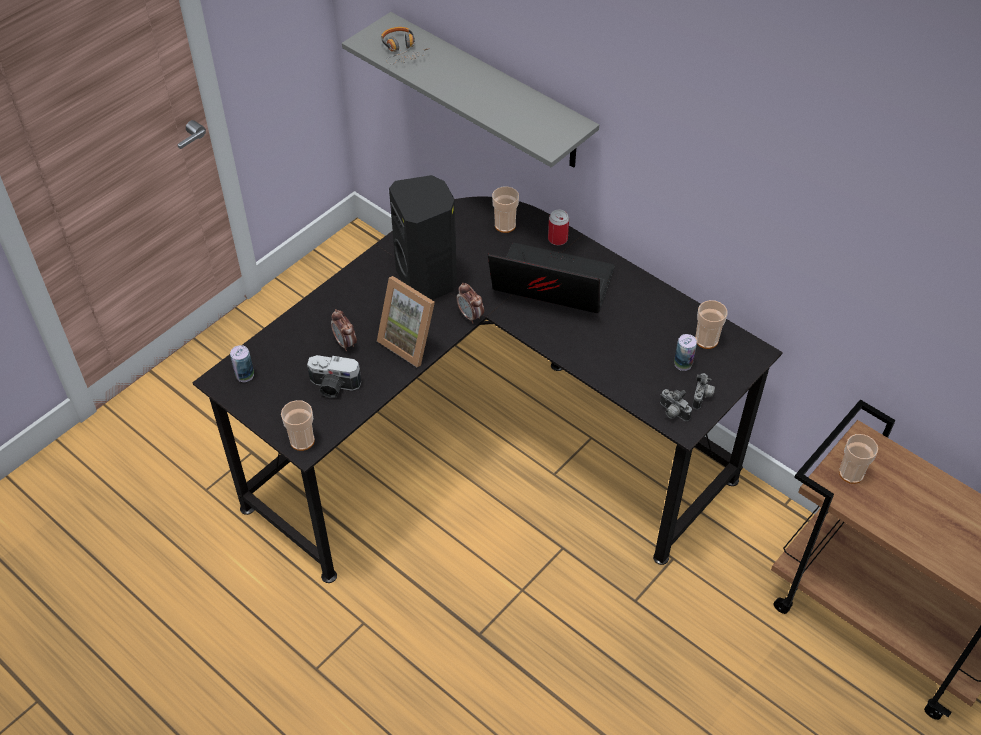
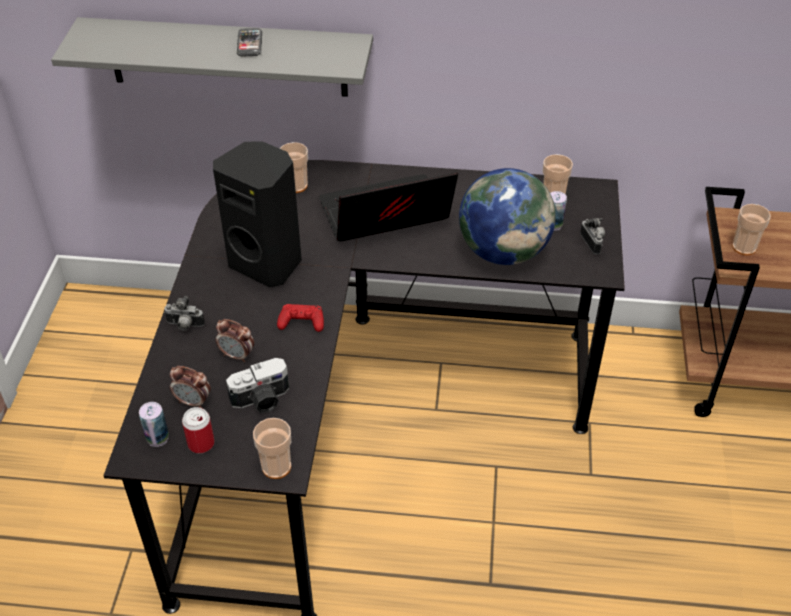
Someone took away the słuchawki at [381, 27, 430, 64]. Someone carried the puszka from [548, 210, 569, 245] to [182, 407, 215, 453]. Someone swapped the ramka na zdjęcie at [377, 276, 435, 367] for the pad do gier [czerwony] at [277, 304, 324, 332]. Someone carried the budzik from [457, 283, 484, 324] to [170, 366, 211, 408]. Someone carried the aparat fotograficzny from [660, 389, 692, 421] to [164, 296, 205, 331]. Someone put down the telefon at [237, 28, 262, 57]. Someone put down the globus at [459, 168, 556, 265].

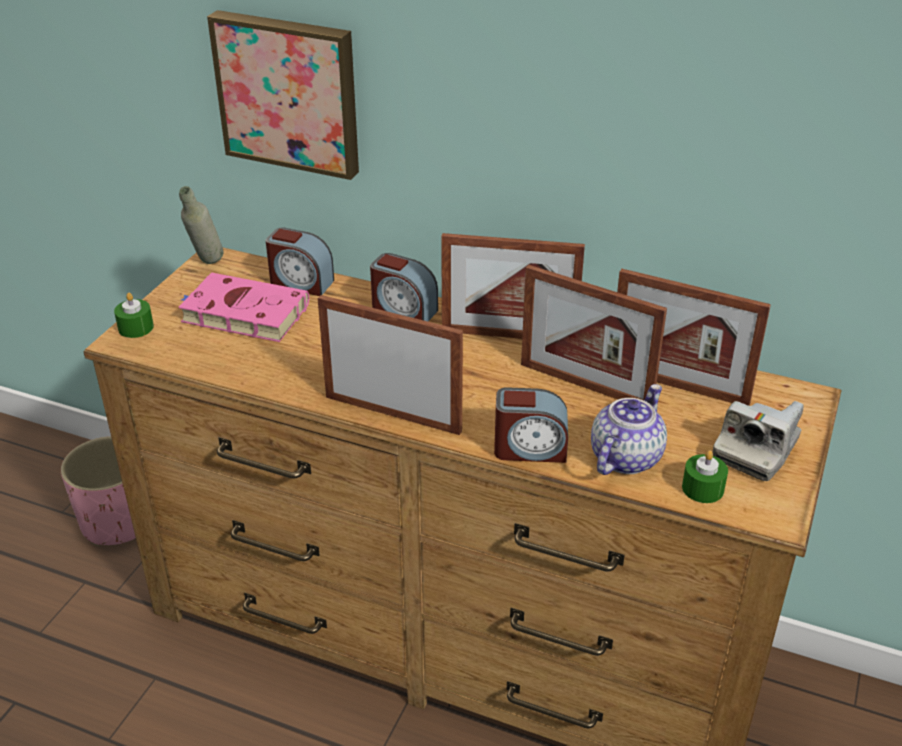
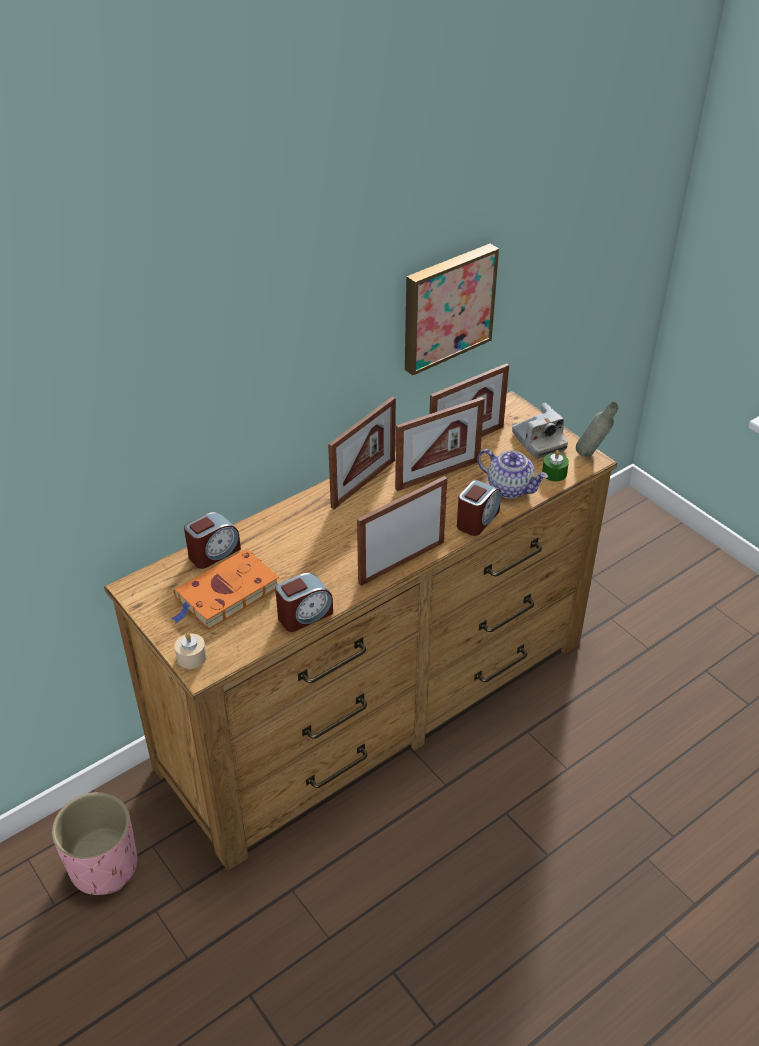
Someone carried the obraz from [207, 10, 359, 180] to [405, 244, 499, 376]. Someone carried the butelka [szary] from [179, 186, 224, 264] to [576, 402, 618, 457]. Someone carried the budzik from [370, 253, 438, 321] to [275, 573, 333, 632]. Someone repainted the książka [różowy] at [179, 272, 309, 342], which became the książka [pomarańczowy] at [171, 549, 279, 630]. Someone repainted the świeca [zielony] at [114, 293, 154, 338], which became the świeca [beżowy] at [174, 633, 207, 669]. Someone rotated the imbryk at [591, 384, 667, 475] by 150 degrees clockwise.

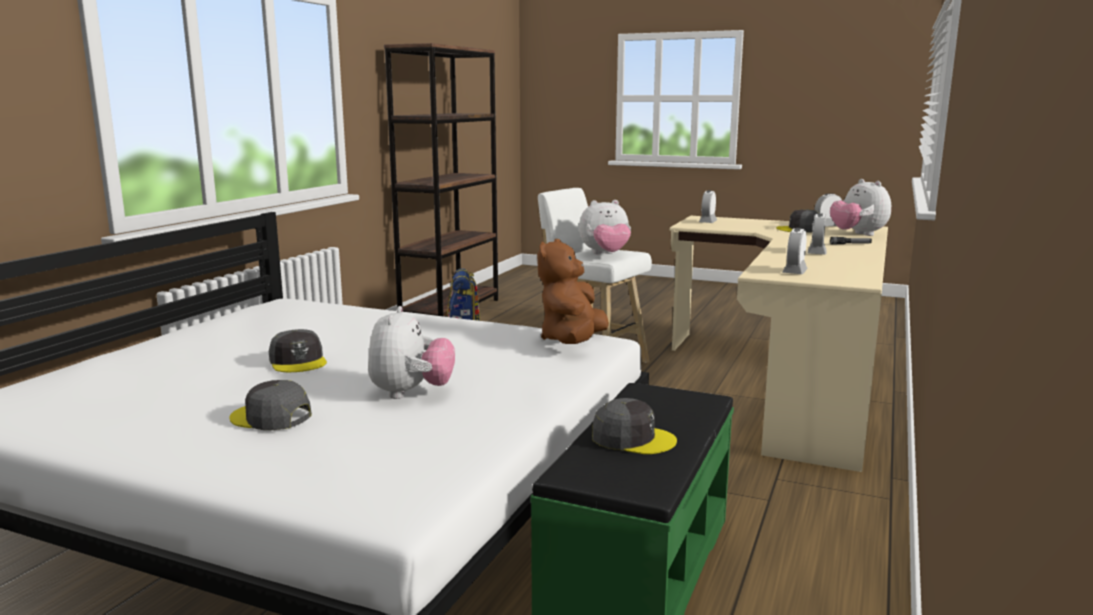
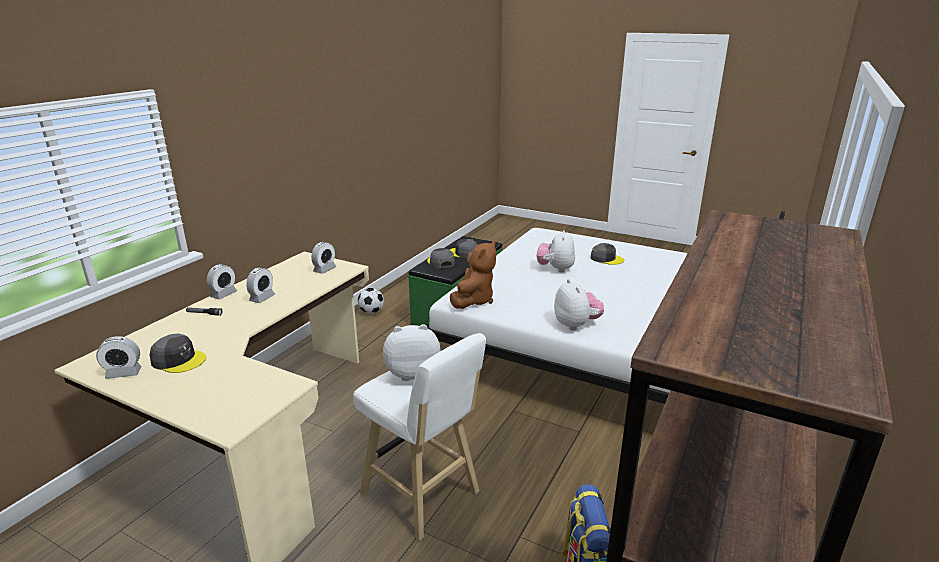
Someone carried the pluszak from [830, 179, 891, 236] to [554, 279, 604, 331]. Someone carried the budzik from [699, 190, 717, 223] to [206, 264, 237, 300]. Someone carried the czapka z daszkiem [szary] from [269, 329, 327, 372] to [427, 248, 455, 269]. Someone put down the piłka futbolowa at [358, 288, 384, 314].

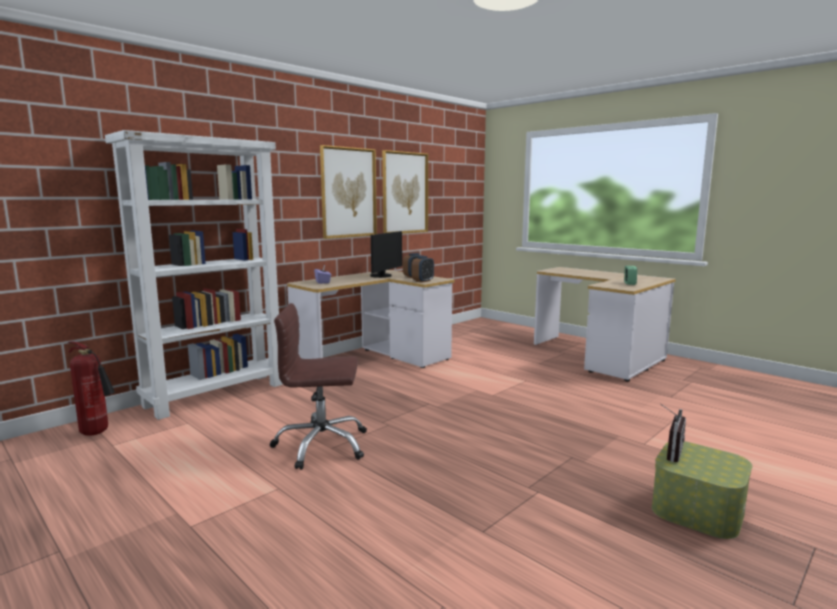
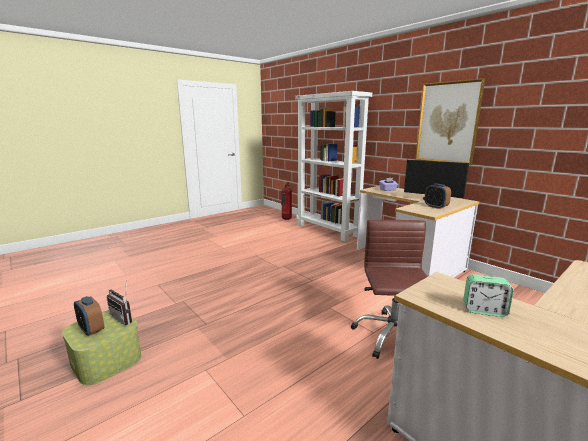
Someone took away the obraz at [382, 150, 428, 234]. Someone carried the budzik from [412, 256, 434, 283] to [74, 296, 104, 336]. Someone carried the krzesło biurowe [brązowy] from [269, 303, 367, 470] to [351, 220, 428, 359].

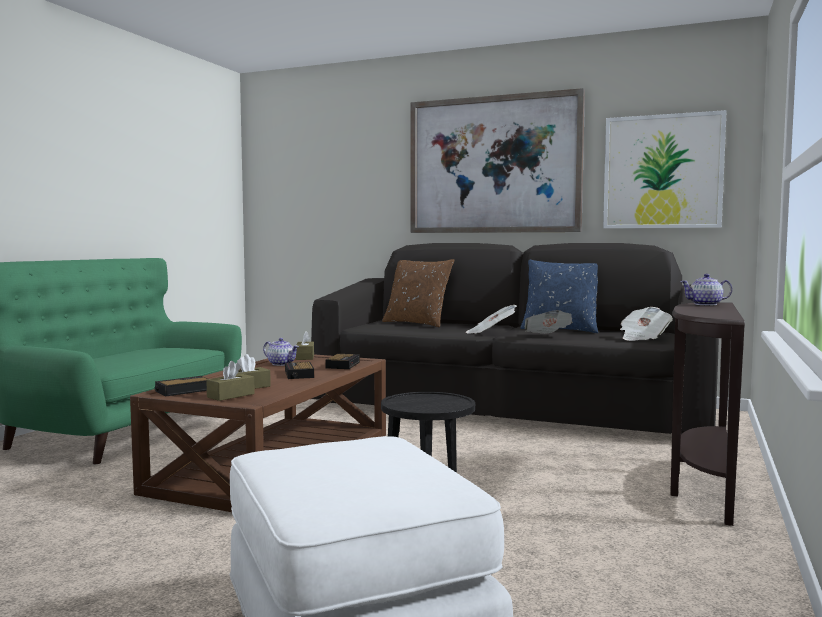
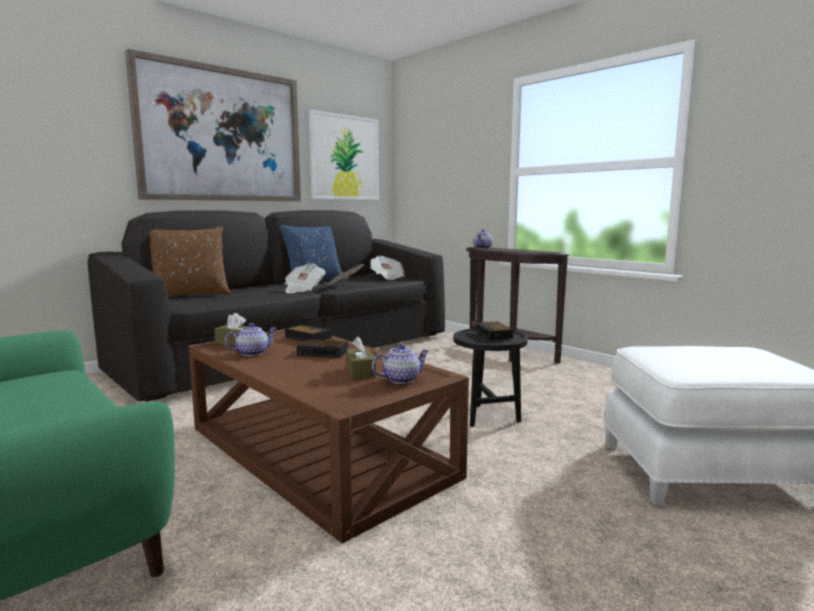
Someone swapped the pudełko chusteczek [brązowy] at [206, 361, 255, 401] for the imbryk at [372, 344, 430, 384]. Someone carried the budzik from [155, 376, 208, 396] to [475, 322, 513, 340].

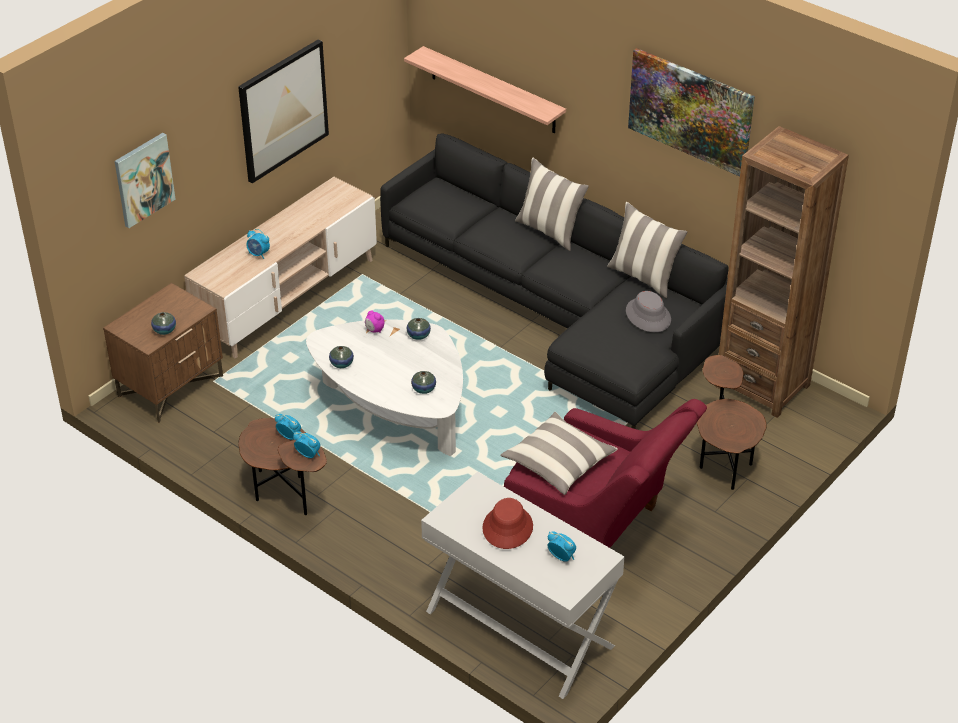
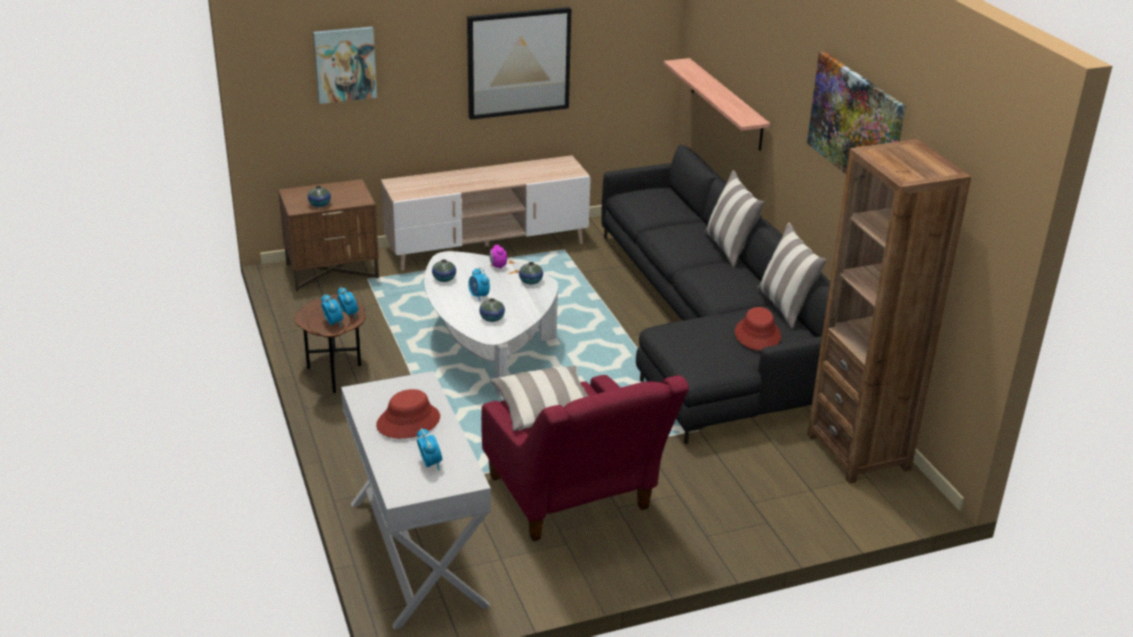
Someone carried the budzik from [246, 229, 270, 259] to [468, 268, 490, 301]. Someone repainted the kapelusz [szary] at [626, 291, 671, 332], which became the kapelusz [czerwony] at [735, 307, 781, 350]. Someone took away the stolik [brązowy] at [697, 355, 766, 490].

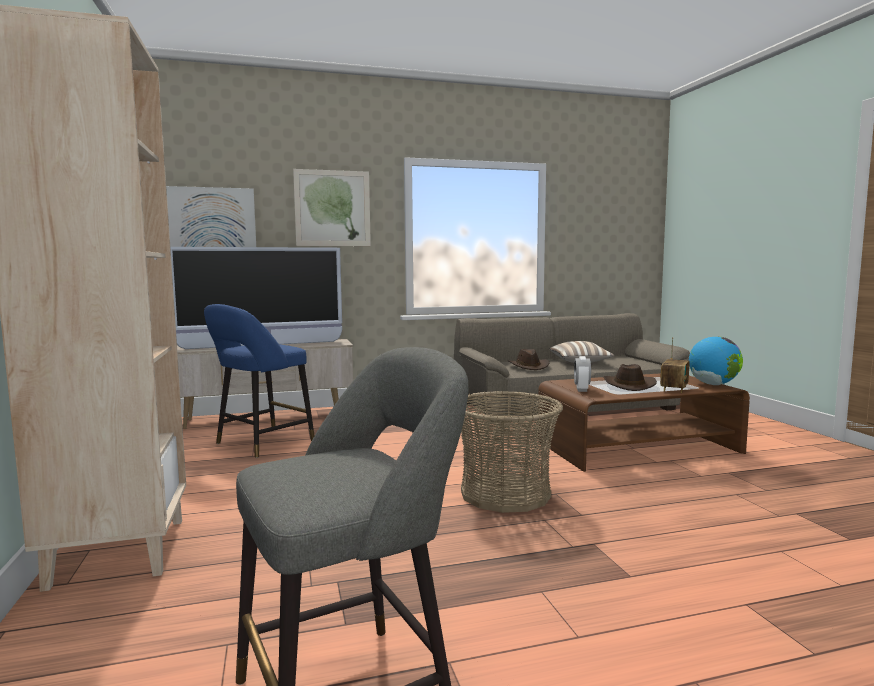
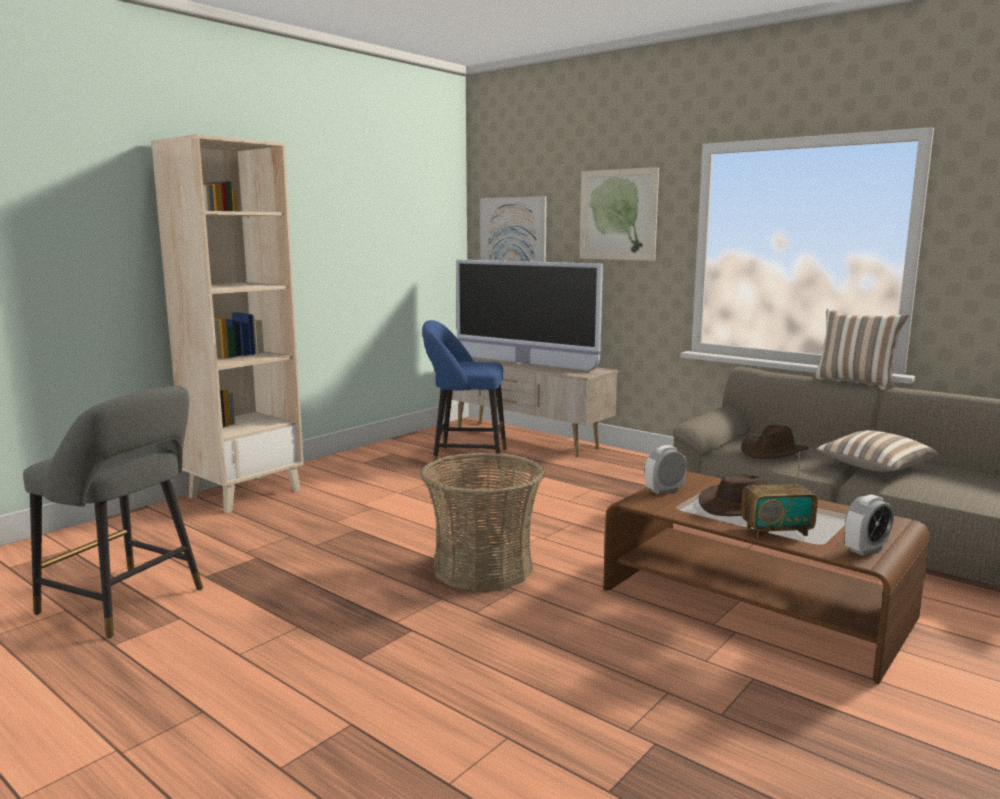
Someone swapped the globus at [689, 337, 743, 385] for the budzik at [845, 494, 894, 556]. Someone put down the poduszka at [814, 309, 909, 388].

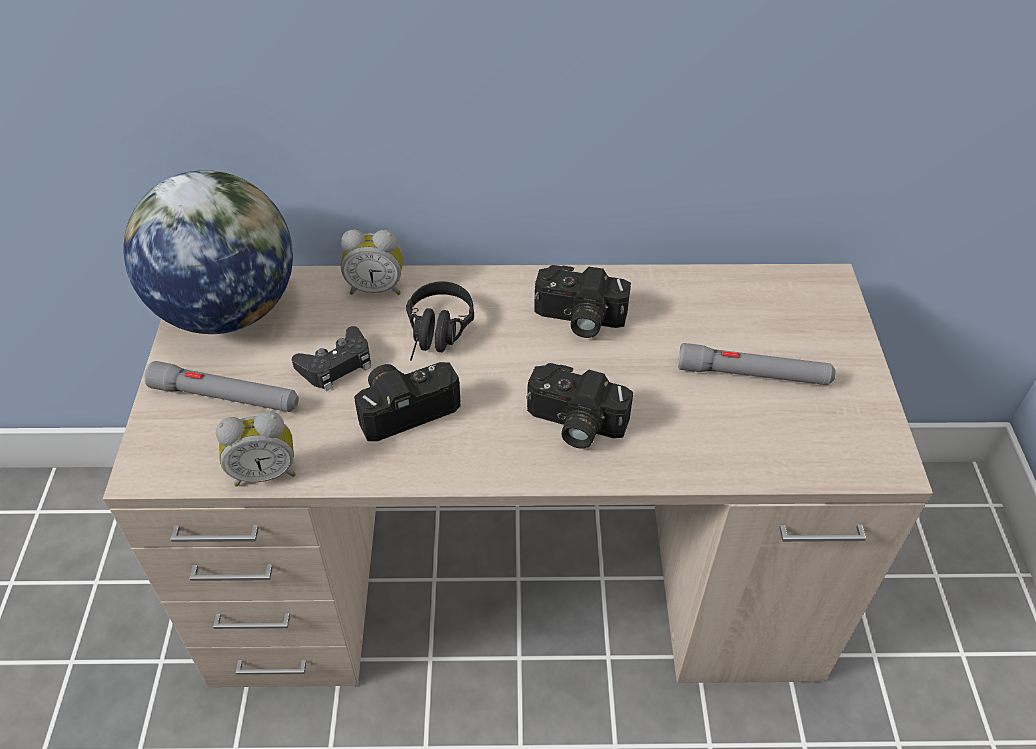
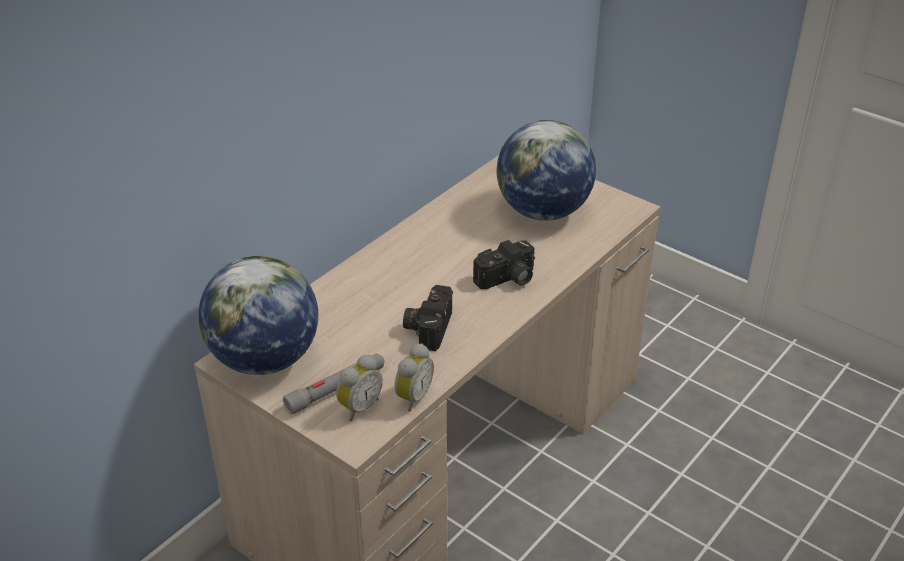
Someone carried the budzik from [341, 230, 403, 295] to [336, 355, 383, 421]. Someone took away the aparat fotograficzny at [534, 265, 631, 338]. Someone took away the słuchawki [czarny] at [406, 282, 474, 361]. Someone took away the pad do gier [czarny] at [292, 326, 371, 391]. Someone swapped the latarka [szary] at [678, 343, 836, 385] for the globus at [497, 120, 596, 221].

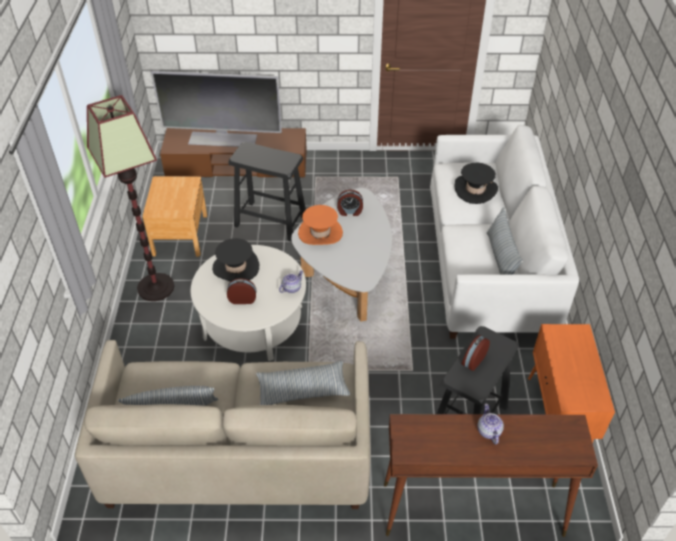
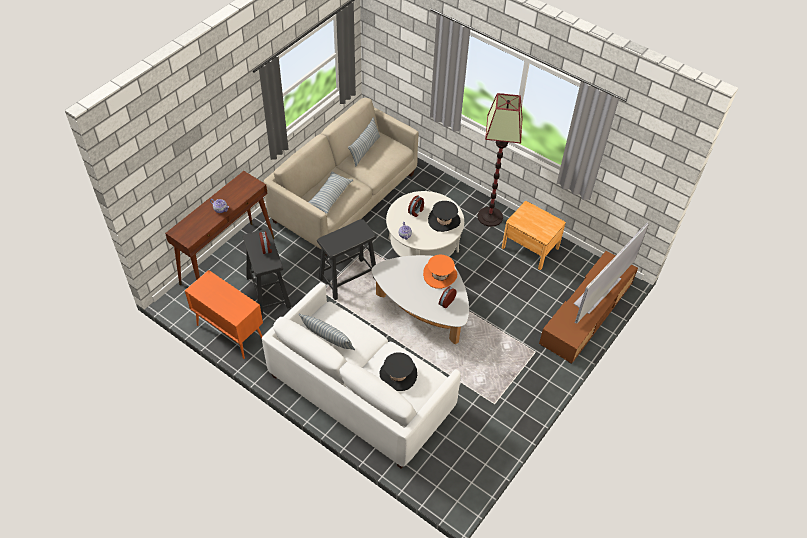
Someone carried the stołek [czarny] from [228, 142, 306, 242] to [317, 219, 377, 300].

